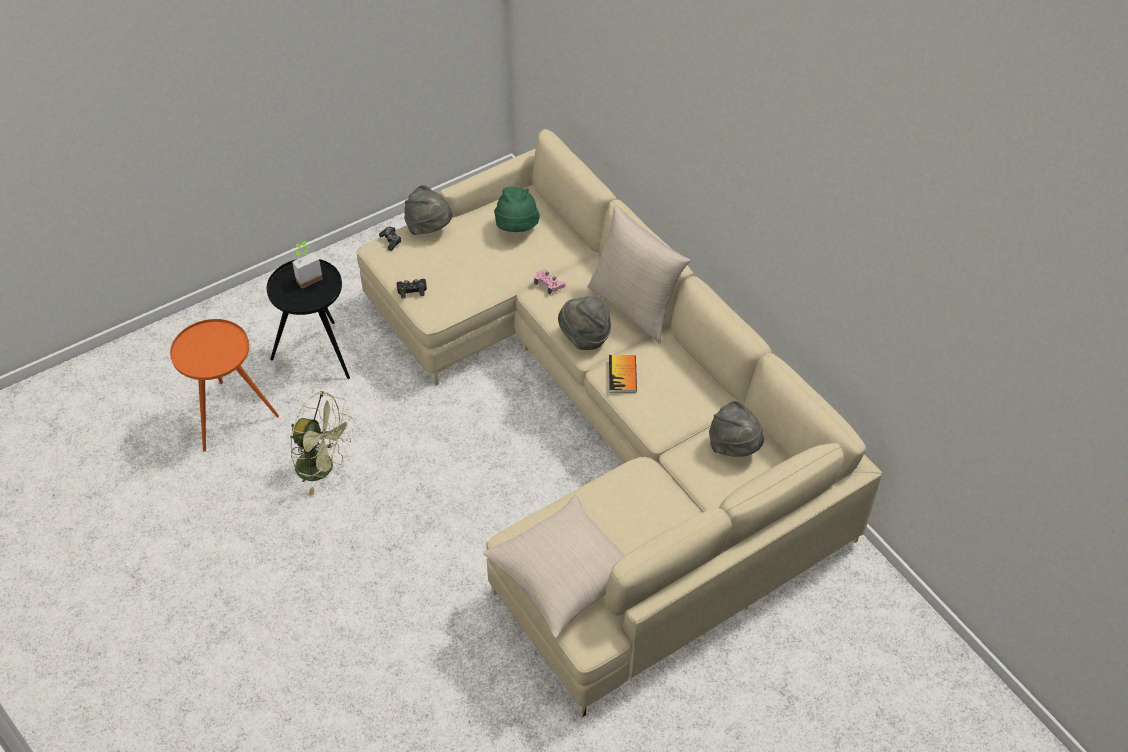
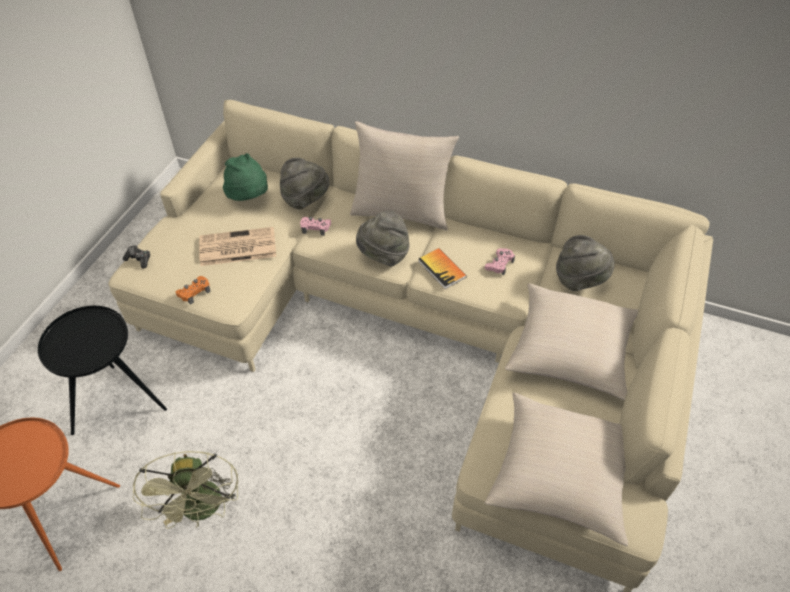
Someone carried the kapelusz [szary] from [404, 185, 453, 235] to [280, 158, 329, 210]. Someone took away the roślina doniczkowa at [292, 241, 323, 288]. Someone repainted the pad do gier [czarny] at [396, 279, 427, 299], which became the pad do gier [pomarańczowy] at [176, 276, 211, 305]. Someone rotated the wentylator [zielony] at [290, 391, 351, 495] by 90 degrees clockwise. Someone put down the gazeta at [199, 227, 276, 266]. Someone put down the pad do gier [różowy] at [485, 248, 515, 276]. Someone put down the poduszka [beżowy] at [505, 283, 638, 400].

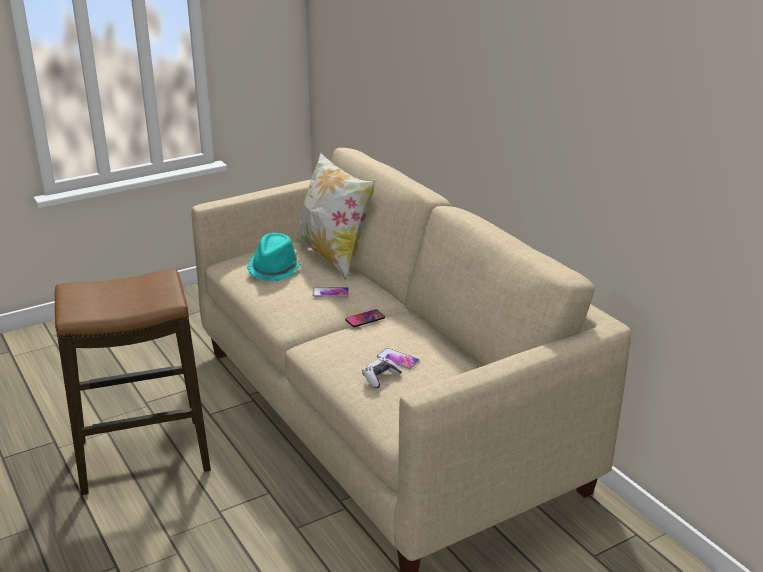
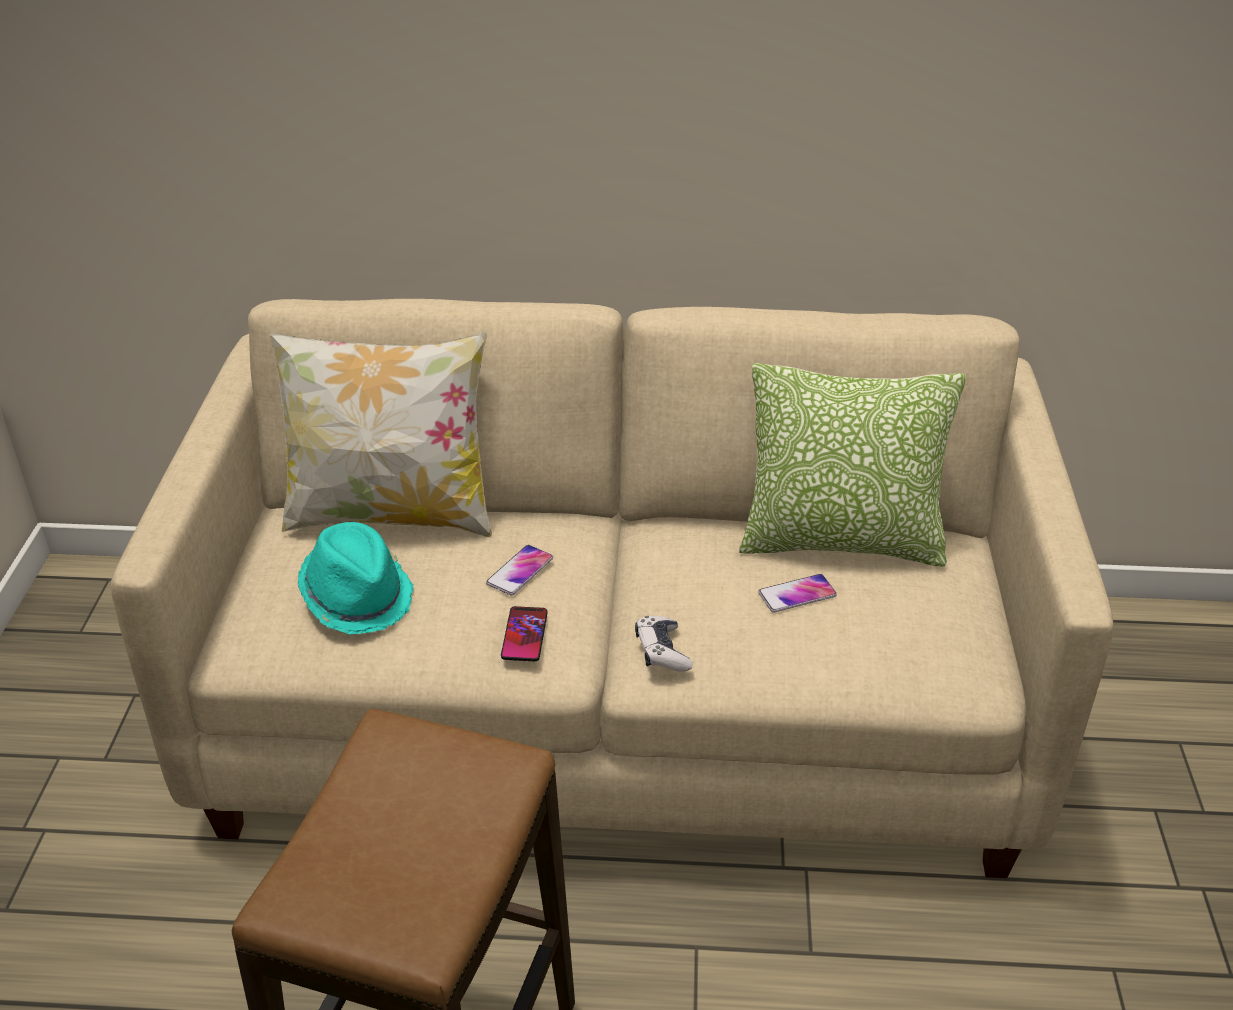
Someone carried the telefon from [345, 309, 385, 327] to [501, 606, 548, 661]. Someone carried the pad do gier from [362, 357, 402, 388] to [635, 616, 693, 672]. Someone put down the poduszka at [739, 363, 966, 566].

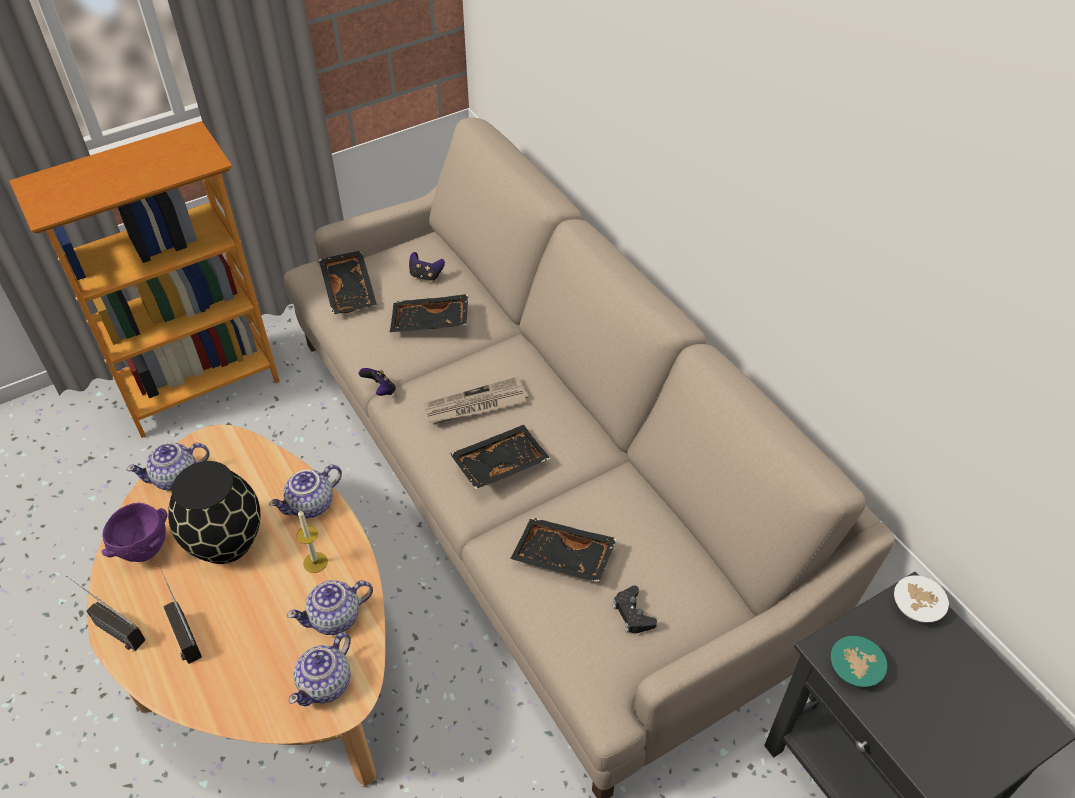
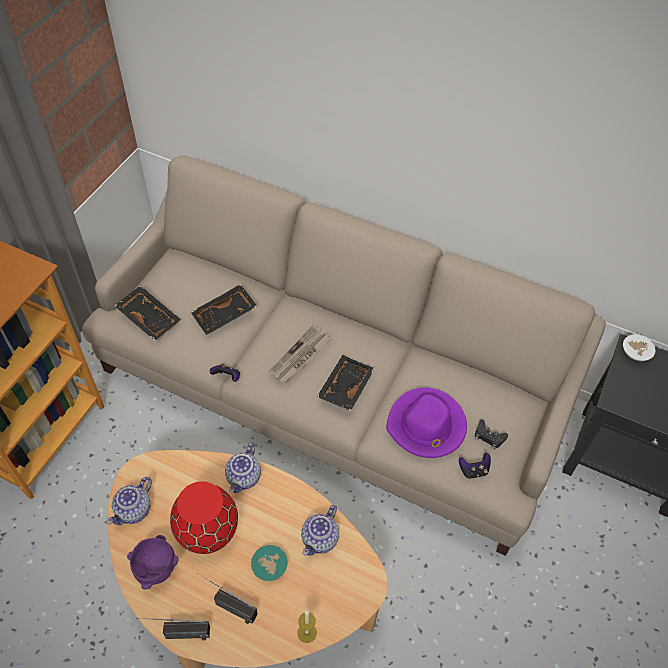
Someone carried the pad do gier from [409, 252, 445, 282] to [459, 453, 491, 479]. Someone repainted the wazon [czarny] at [168, 461, 260, 564], which became the wazon [czerwony] at [170, 481, 238, 554]. Someone carried the świeca from [296, 510, 328, 573] to [297, 610, 317, 643]. Someone swapped the taca [czarny] at [510, 517, 617, 582] for the kapelusz [fioletowy] at [386, 387, 467, 458]. Someone took away the imbryk at [289, 632, 351, 706]. Someone carried the miska [turkusowy] from [831, 636, 887, 687] to [251, 545, 288, 581].

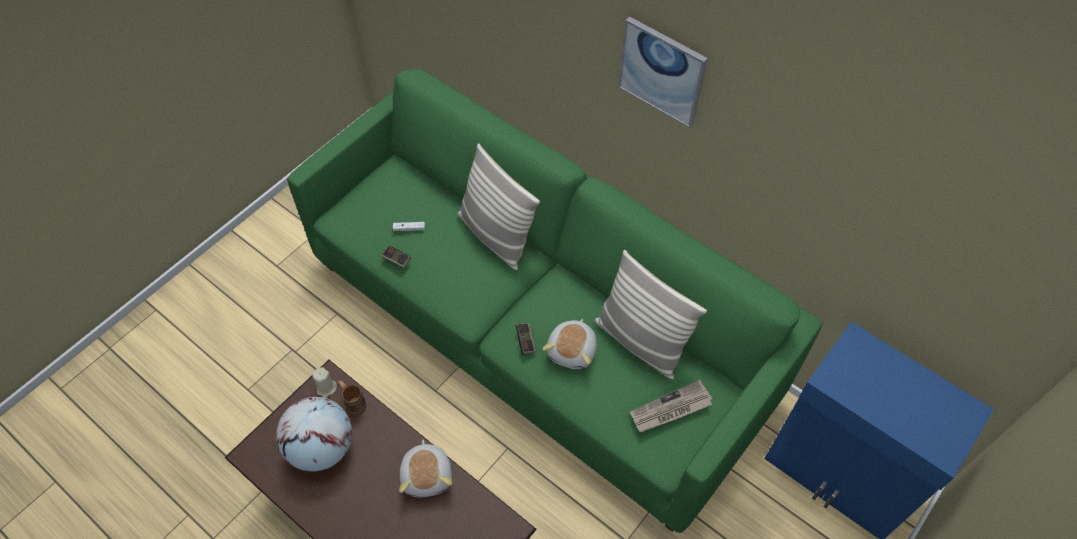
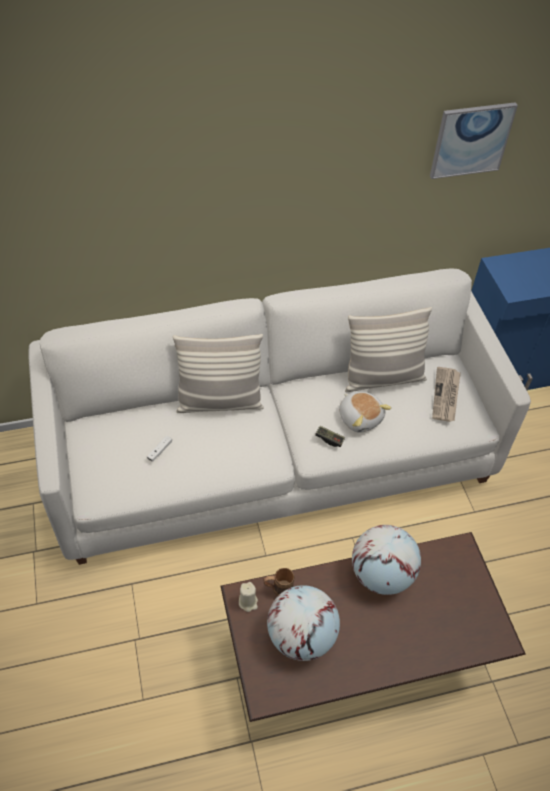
Someone carried the obraz from [619, 16, 708, 128] to [430, 102, 518, 179]. Someone repainted the kanapa [zielony] at [287, 69, 822, 533], which became the kanapa [biały] at [29, 268, 531, 565]. Someone took away the pad do gier at [381, 246, 411, 269]. Someone swapped the pluszak at [399, 440, 452, 497] for the globus at [352, 525, 421, 595].

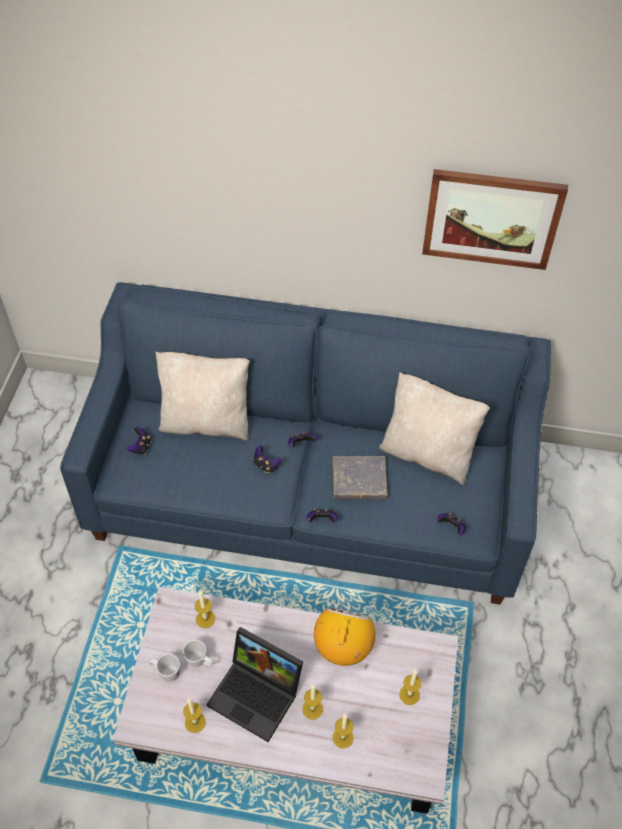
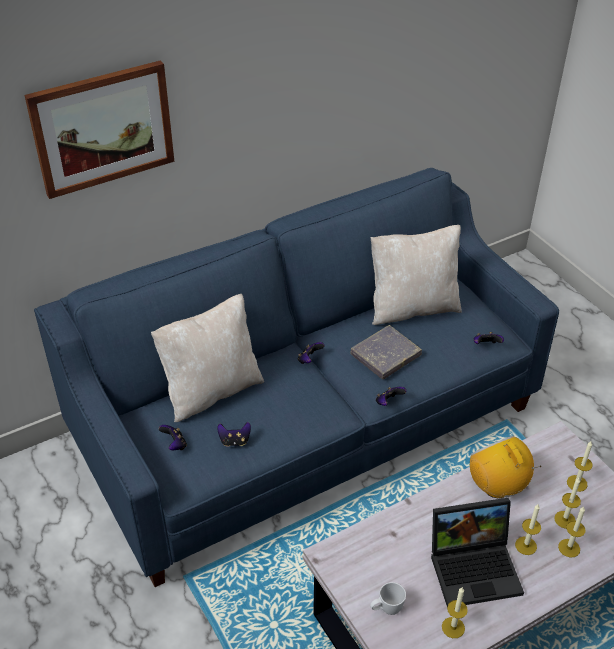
Someone carried the obraz from [422, 169, 568, 270] to [24, 60, 174, 199]. Someone carried the pad do gier from [254, 445, 282, 473] to [217, 422, 251, 447]. Someone carried the świeca from [195, 590, 215, 628] to [554, 478, 581, 529]. Someone took away the kubek [biały] at [183, 640, 214, 667].

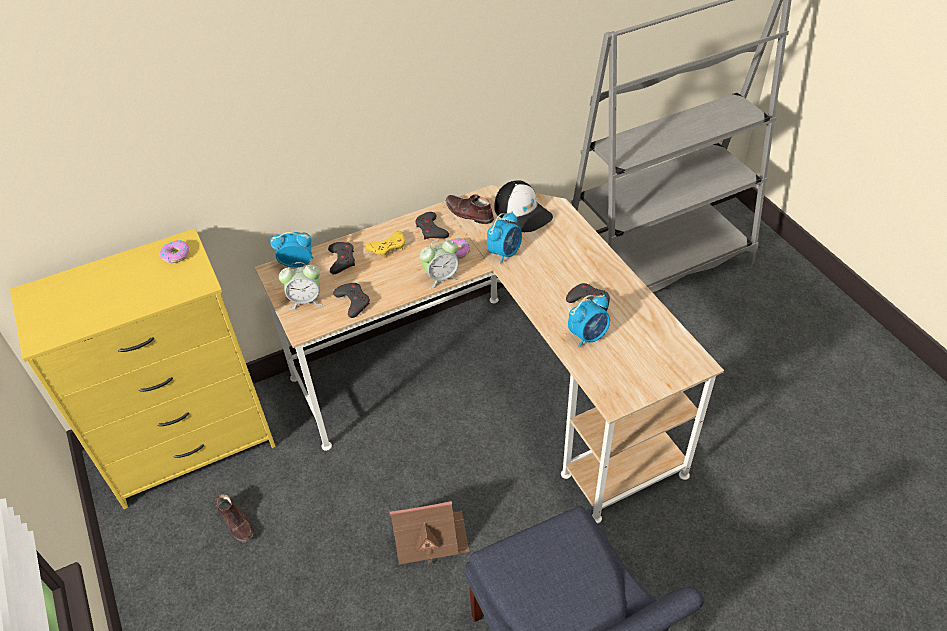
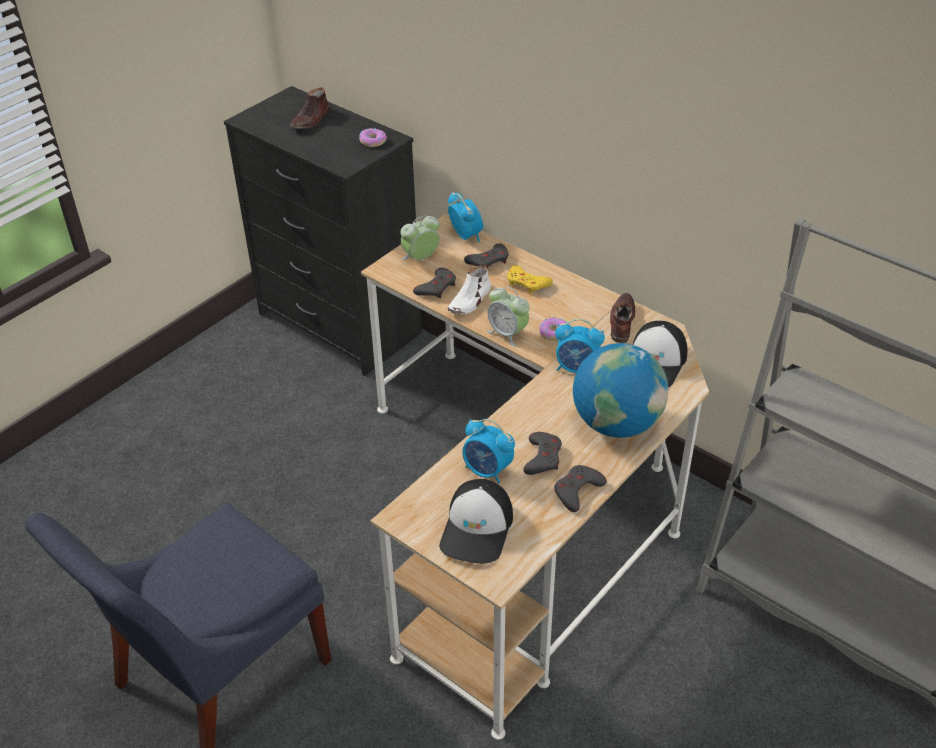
Someone carried the pad do gier [szary] from [415, 212, 449, 239] to [554, 465, 607, 512]. Someone repainted the komoda [żółty] at [10, 228, 276, 509], which became the komoda [czarny] at [224, 86, 422, 376]. Someone rotated the budzik at [279, 262, 323, 310] by 90 degrees clockwise. Someone carried the but [brązowy] from [216, 494, 254, 542] to [290, 87, 330, 129]. Someone took away the domek at [389, 501, 469, 565]. Someone put down the but [biały] at [447, 265, 491, 314]. Someone put down the globus at [573, 343, 668, 438]. Someone put down the czapka z daszkiem at [439, 479, 513, 564].

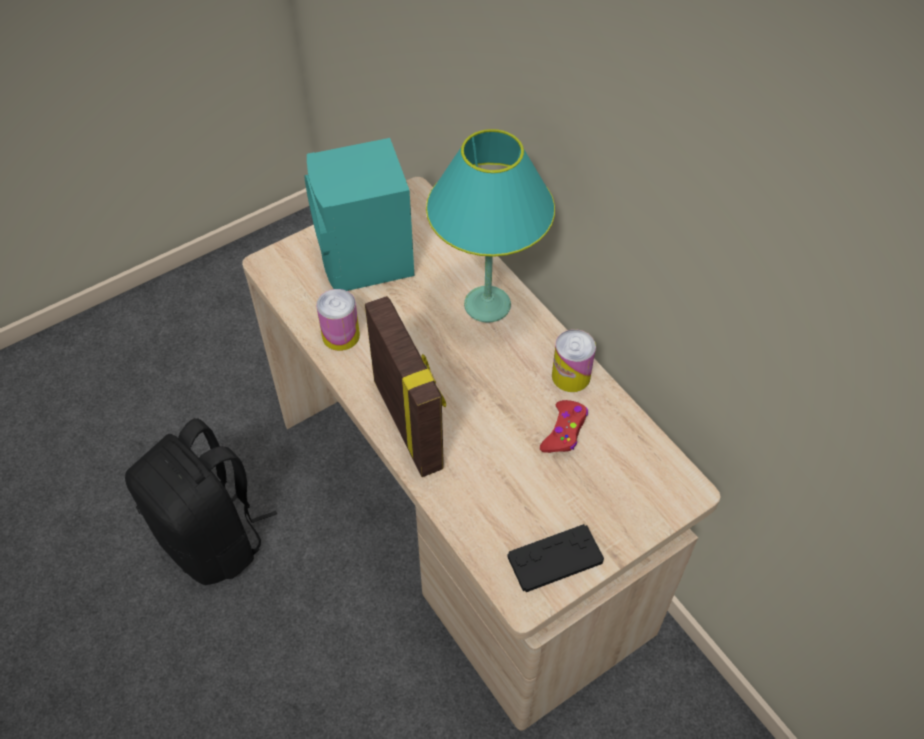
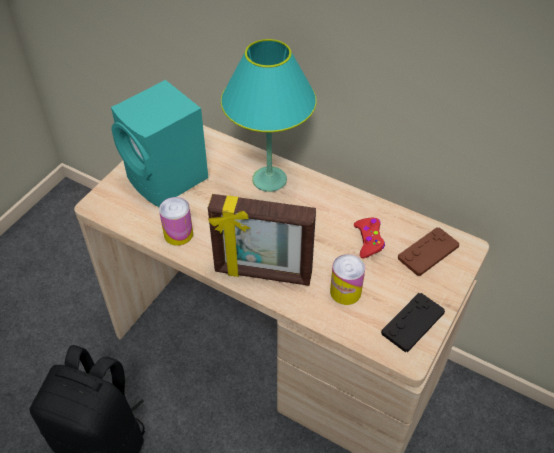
Someone rotated the ramka na zdjęcie at [365, 296, 446, 477] by 150 degrees clockwise. Someone carried the puszka from [552, 329, 596, 392] to [330, 254, 365, 305]. Someone put down the pad do gier [brązowy] at [398, 227, 460, 276].

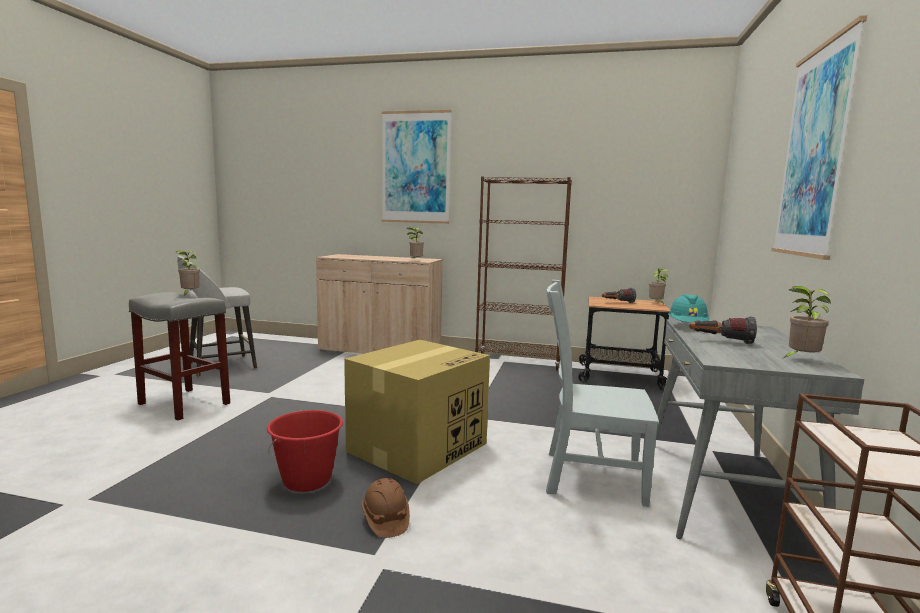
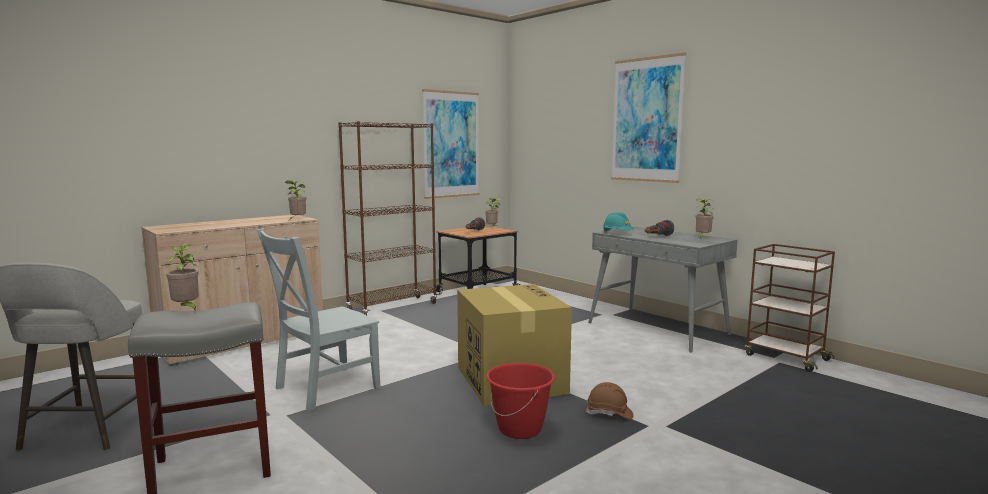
Someone carried the obraz from [382, 110, 452, 224] to [422, 89, 479, 199]. Someone carried the krzesło [szary] from [546, 280, 659, 507] to [256, 229, 380, 411].

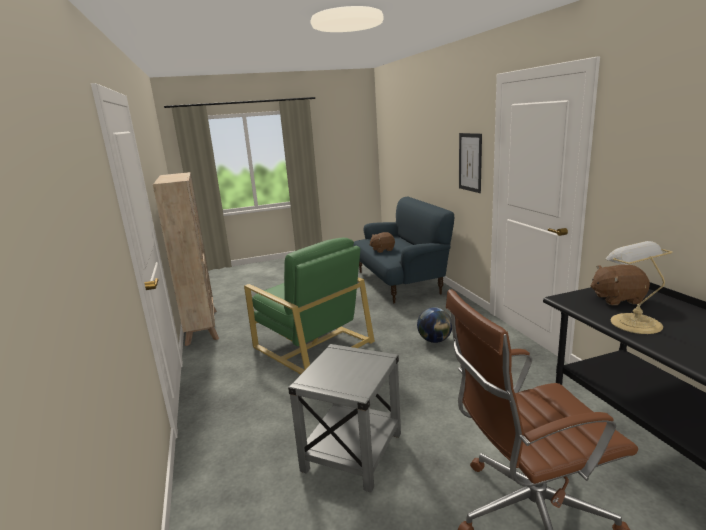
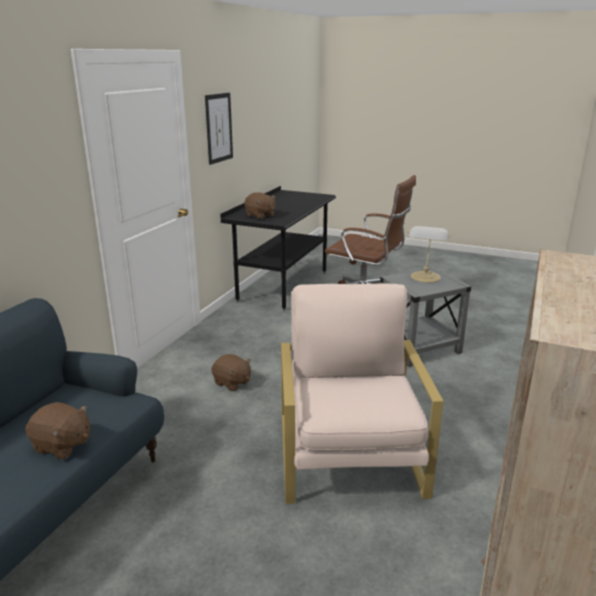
Someone carried the obraz from [459, 133, 482, 193] to [205, 93, 233, 165]. Someone repainted the fotel [zielony] at [244, 238, 375, 374], which became the fotel [beżowy] at [281, 283, 443, 504]. Someone carried the lampa stołowa from [606, 241, 673, 334] to [408, 226, 451, 283]. Someone swapped the globus at [417, 307, 452, 343] for the pluszak [brązowy] at [212, 354, 251, 391].

